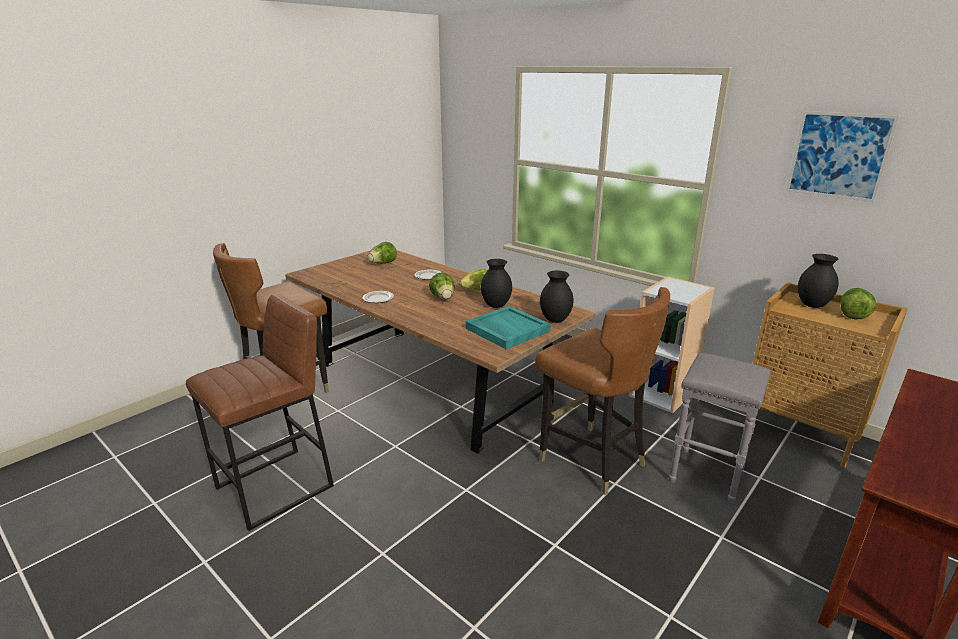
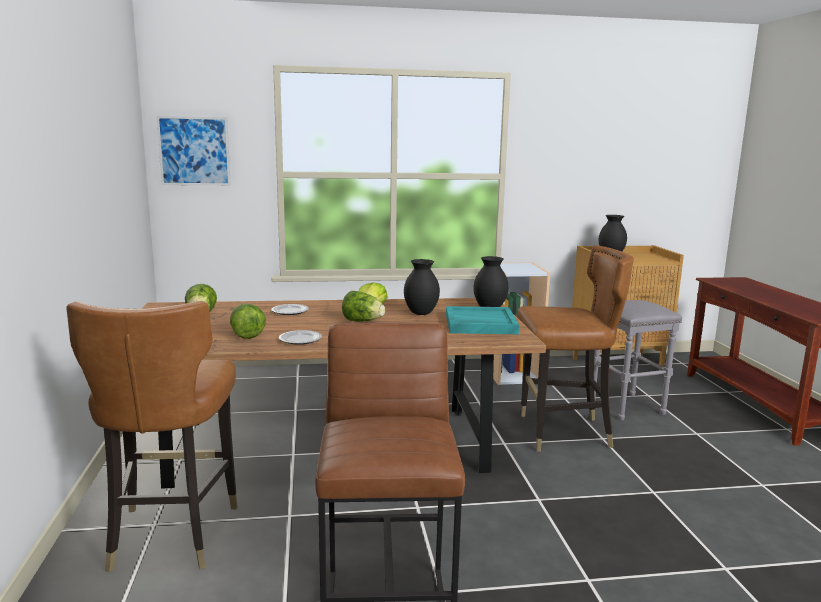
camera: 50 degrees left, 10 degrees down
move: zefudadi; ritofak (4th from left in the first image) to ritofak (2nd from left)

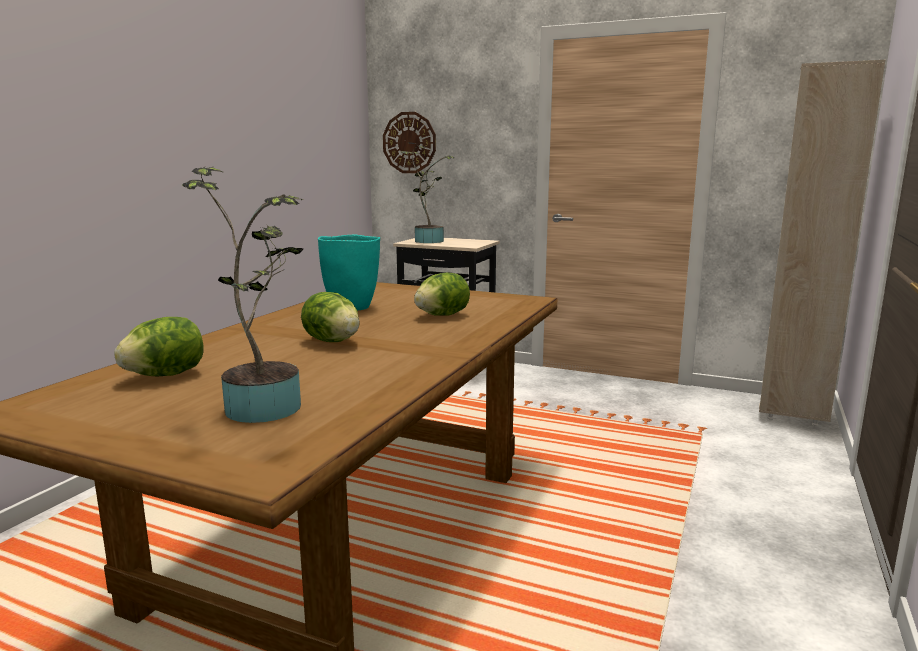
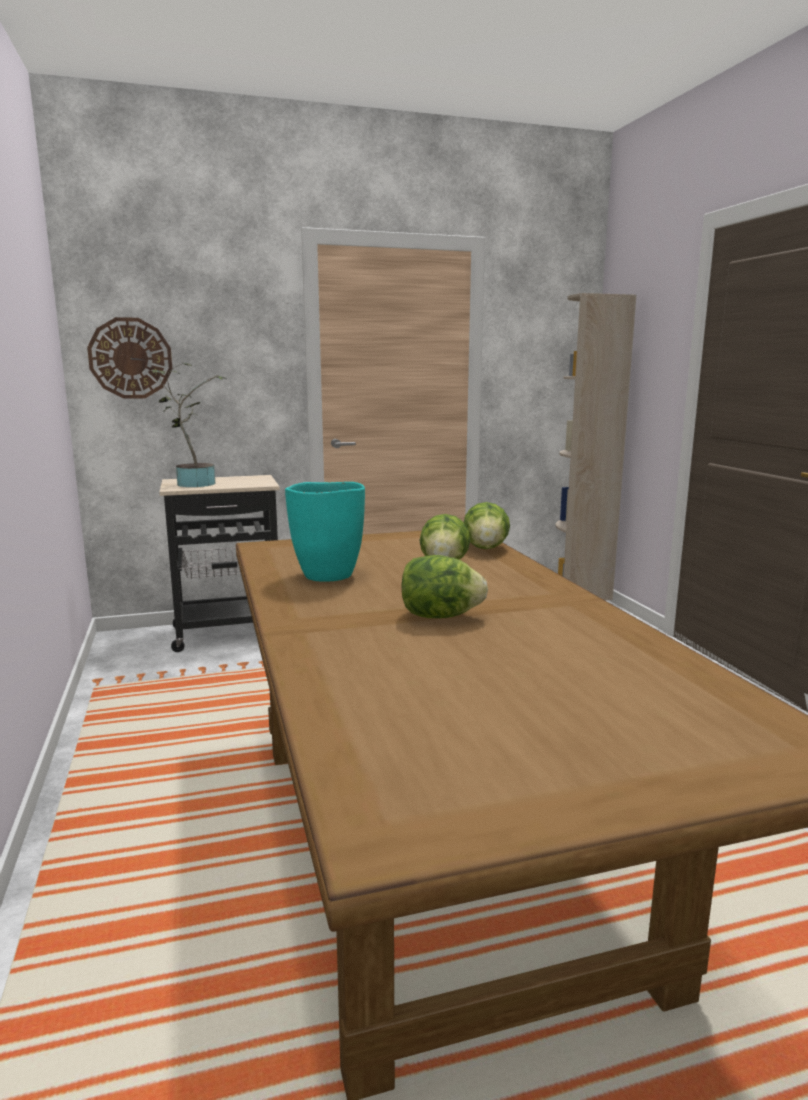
camera: 40 degrees left, 0 degrees up
delete: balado (1st from left)
move: ritofak (1st from left in the first image) to ritofak (3rd from left)

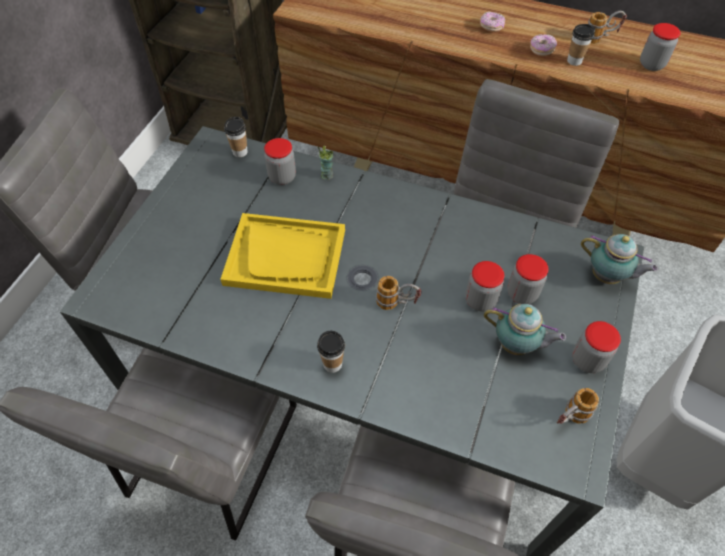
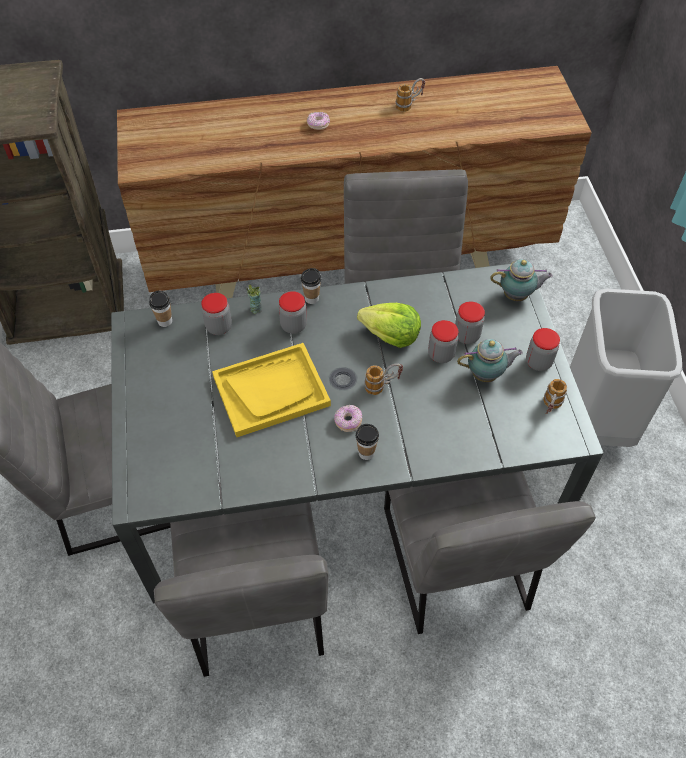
camera: 30 degrees left, 0 degrees up
insert: ritofak
move: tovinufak (5th from left in the first image) to tovinufak (2nd from left); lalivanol (4th from left in the first image) to lalivanol (3rd from left); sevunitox (2nd from left)

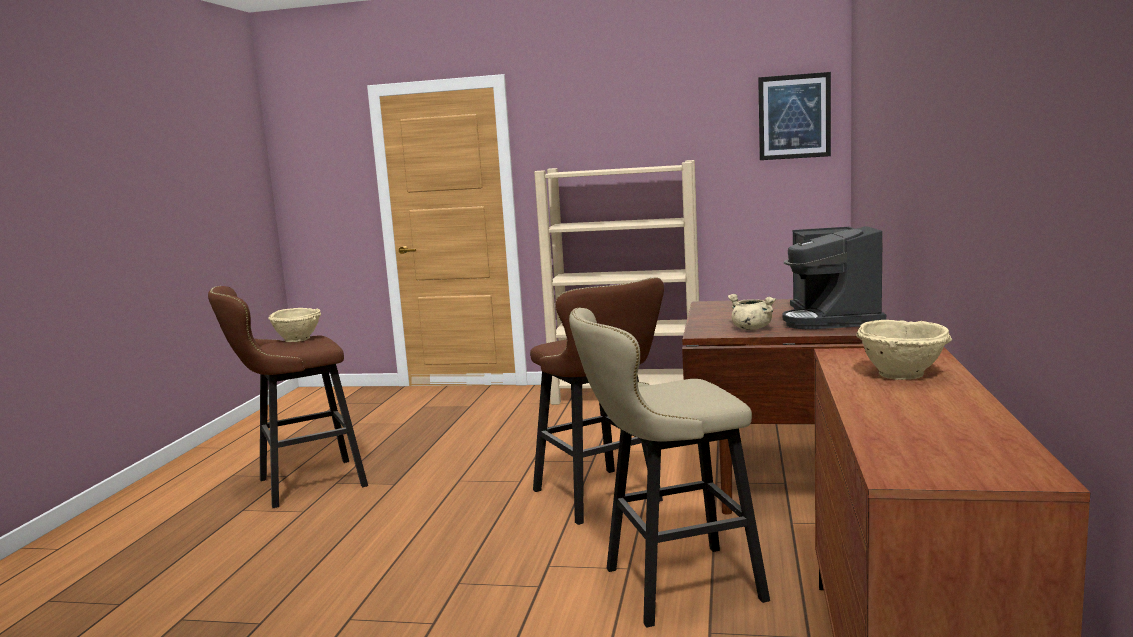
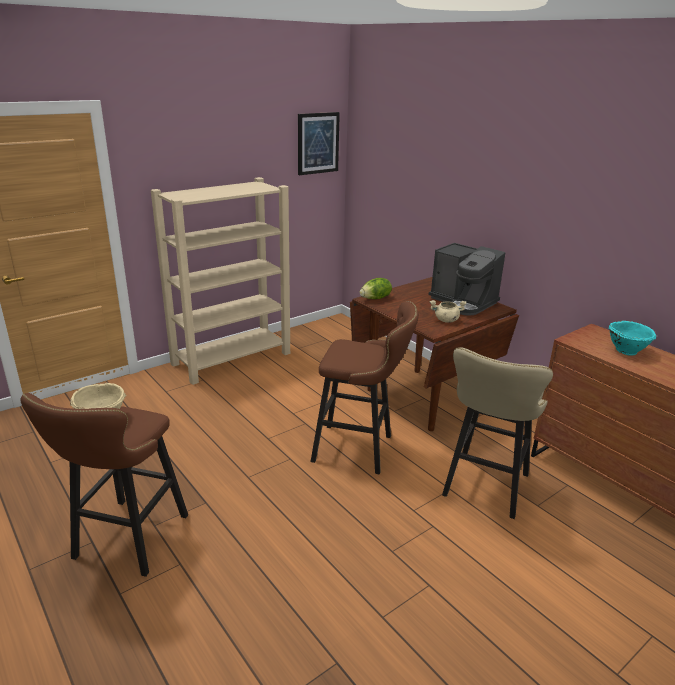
camera: 50 degrees left, 15 degrees up
insert: ritofak
recolor: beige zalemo (2nd from left) to turquoise zalemo

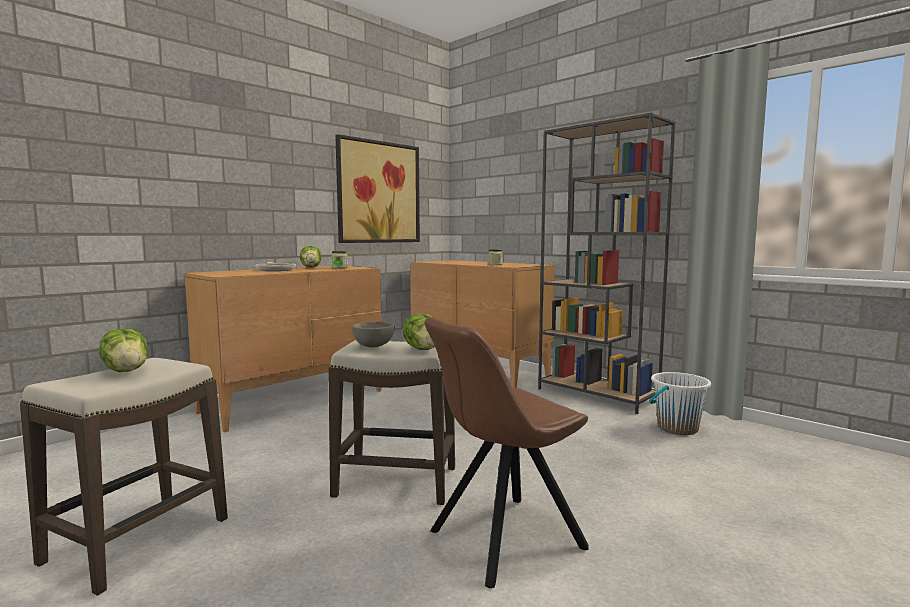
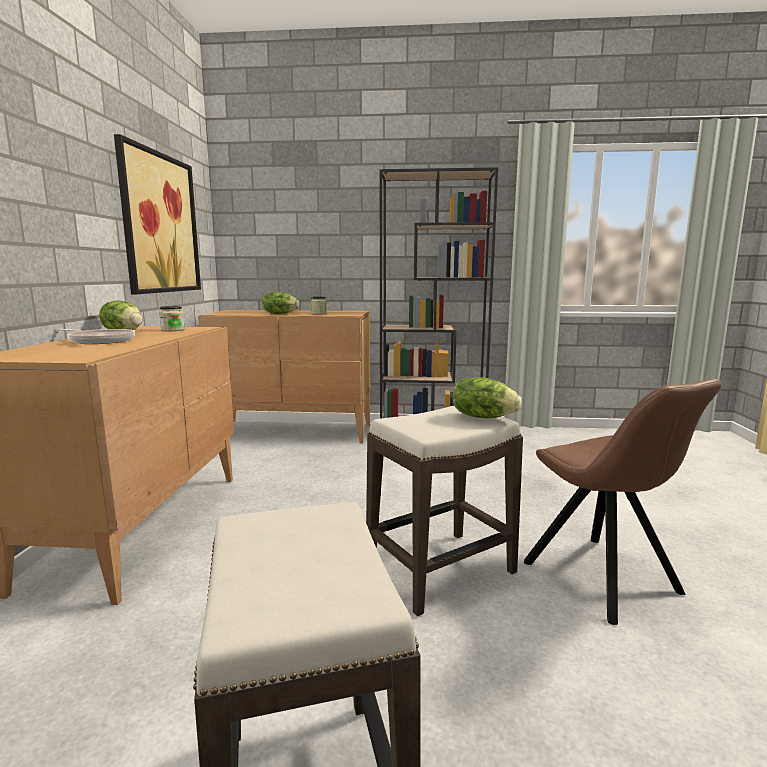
camera: 40 degrees left, 5 degrees up
delete: grey zalemo; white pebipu
move: ritofak (1st from left in the first image) to ritofak (2nd from left)
rotate: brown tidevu 45 degrees counterclockwise

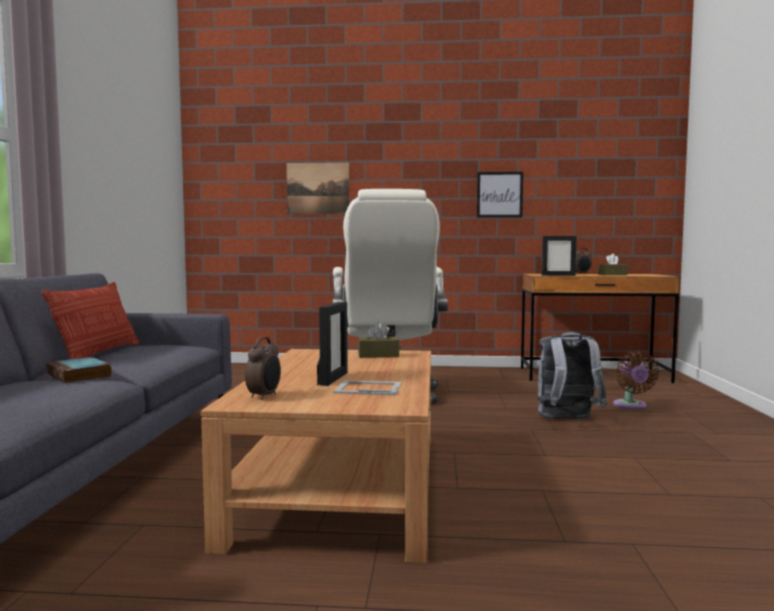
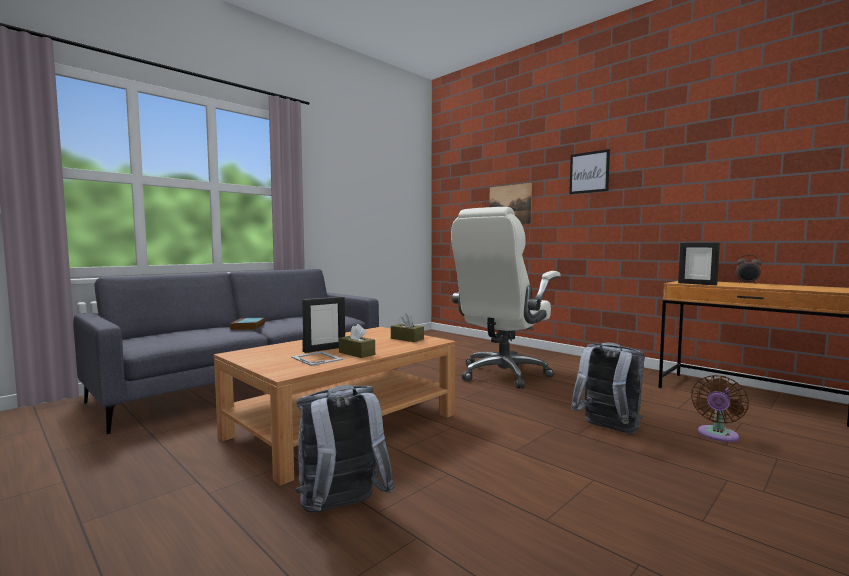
camera: 40 degrees right, 0 degrees up
delete: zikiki; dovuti (1st from left)
insert: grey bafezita (1st from left)
move: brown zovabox (2nd from left in the first image) to brown zovabox (1st from left); zefudadi (2nd from left)

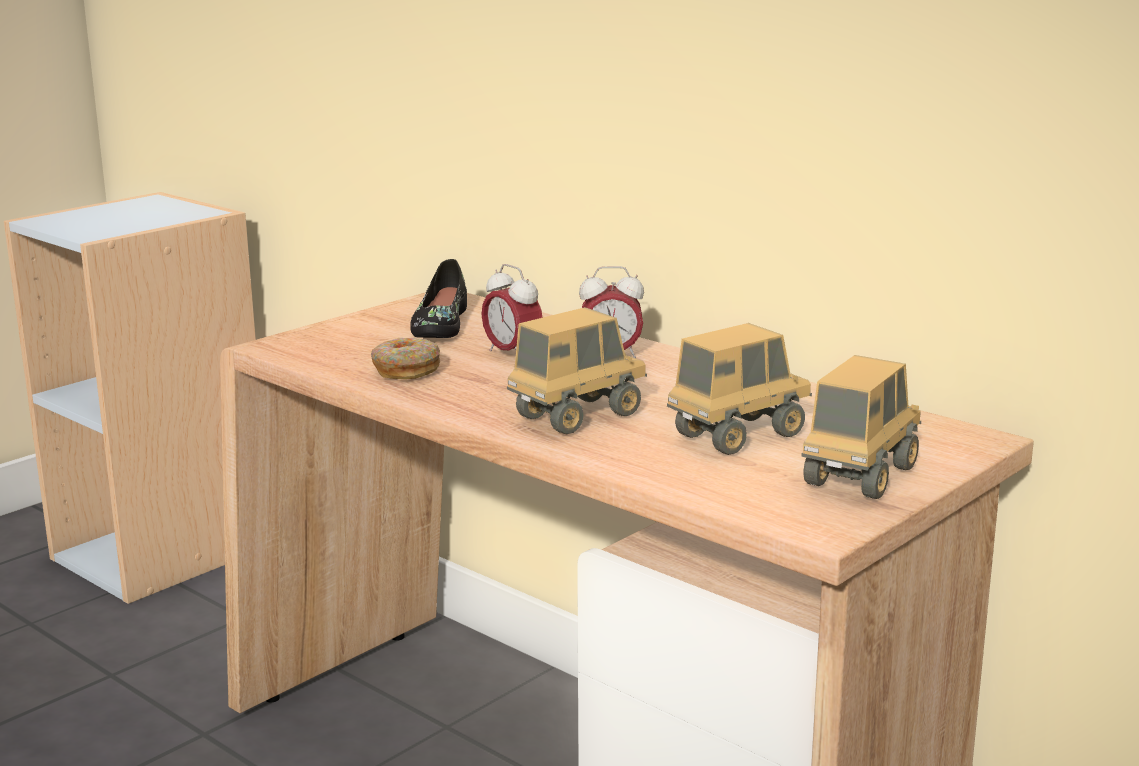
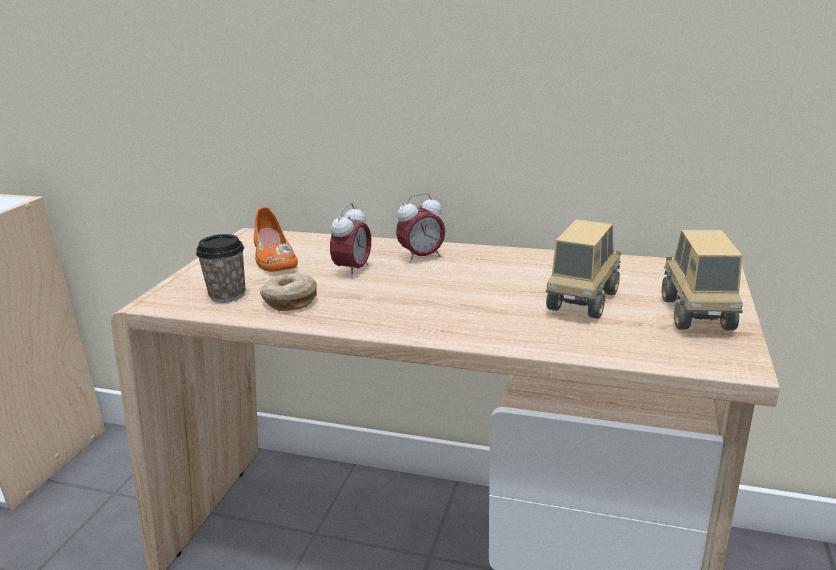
camera: 25 degrees left, 5 degrees up
delete: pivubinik (1st from left)
insert: lalivanol
recolor: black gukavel to orange gukavel
rotate: dovuti (1st from left) 90 degrees counterclockwise

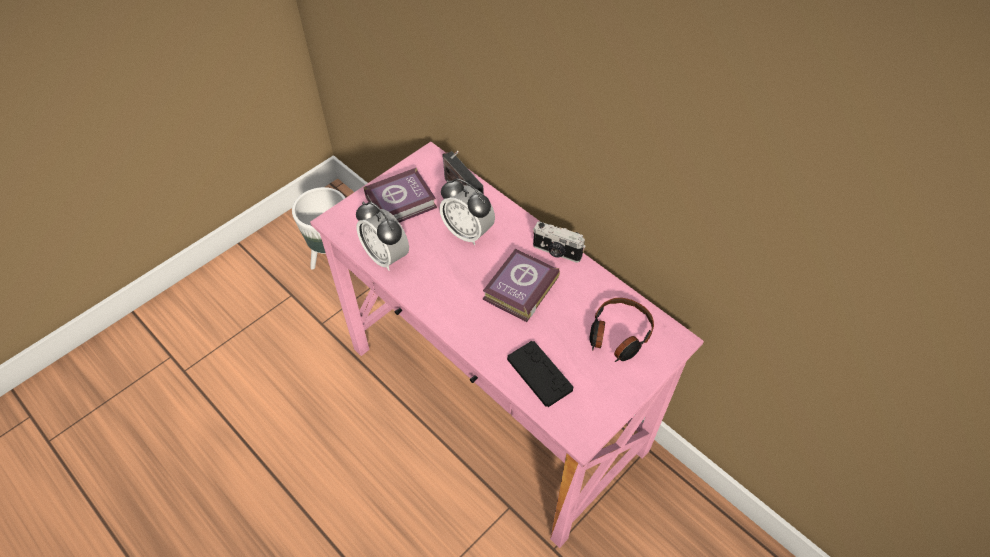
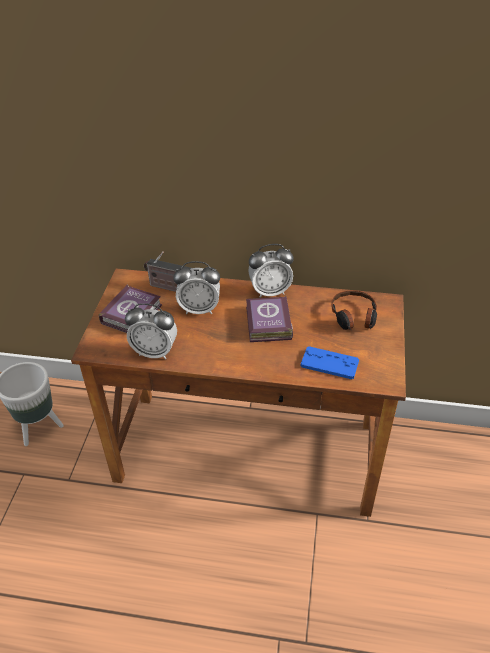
camera: 35 degrees left, 10 degrees down
replace: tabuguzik to dovuti (3rd from left)
recolor: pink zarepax to brown zarepax; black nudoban to blue nudoban

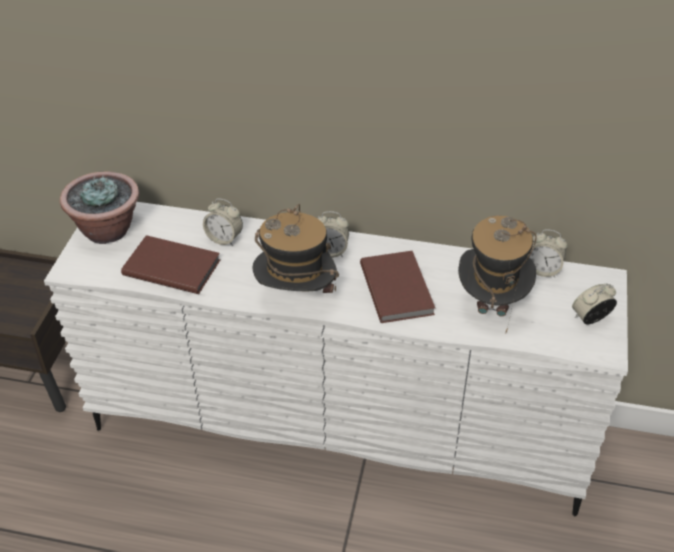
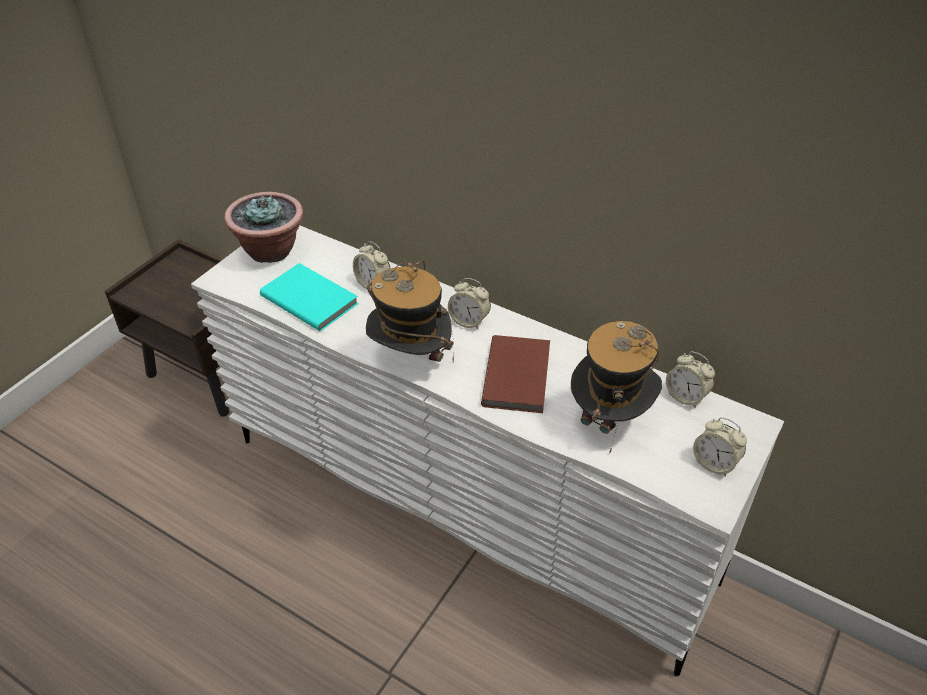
camera: 20 degrees right, 0 degrees up
recolor: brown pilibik (1st from left) to turquoise pilibik
rotate: dovuti (4th from left) 135 degrees counterclockwise

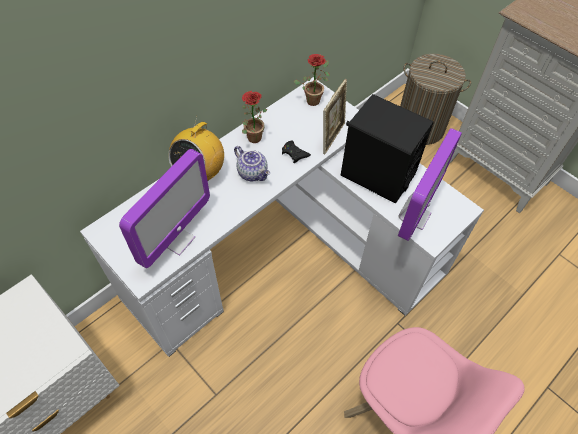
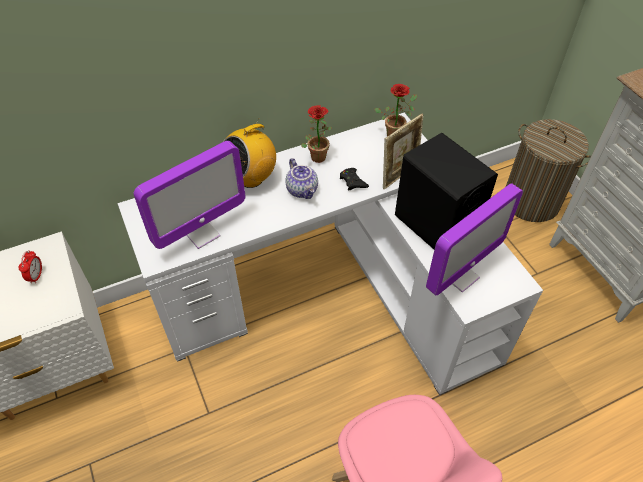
camera: 20 degrees right, 5 degrees down
insert: dovuti

